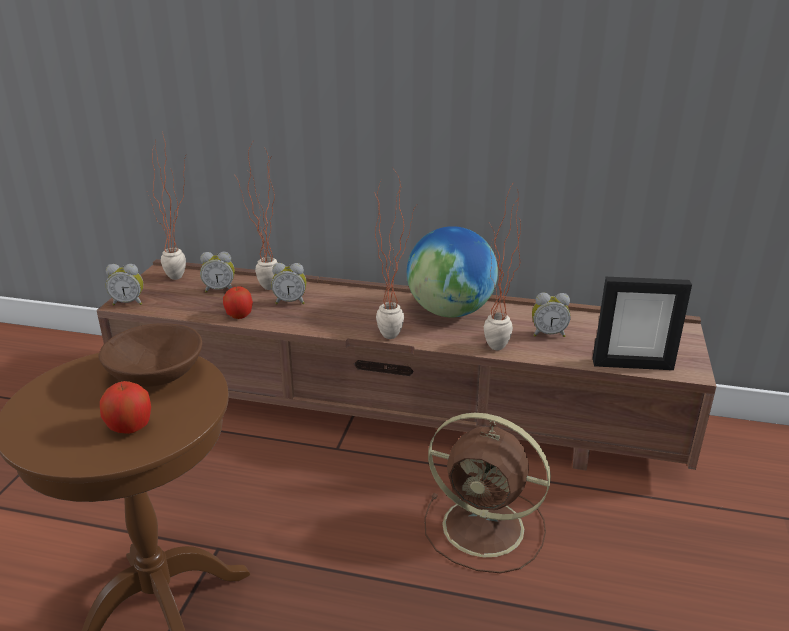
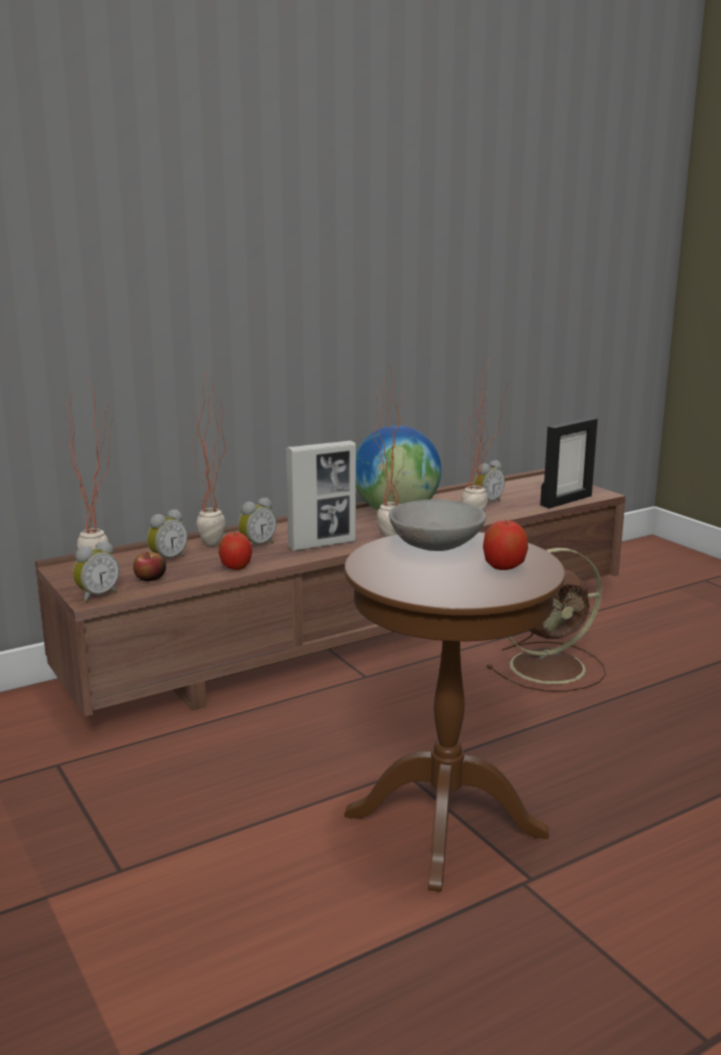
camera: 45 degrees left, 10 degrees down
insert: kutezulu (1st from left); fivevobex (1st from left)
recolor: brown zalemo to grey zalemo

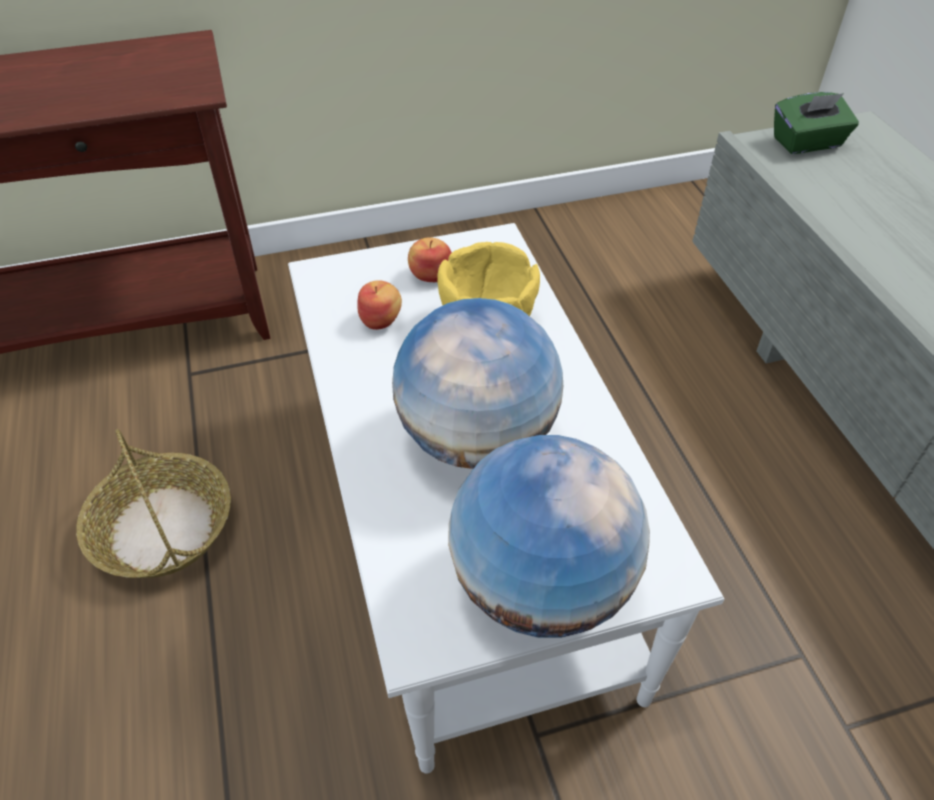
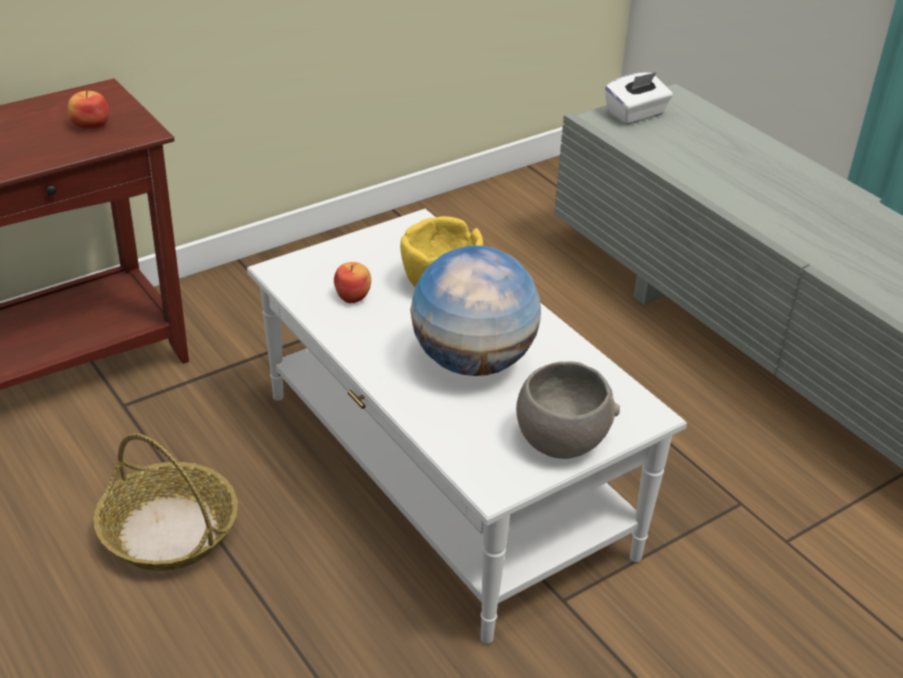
camera: 20 degrees left, 10 degrees down
move: kutezulu (2nd from left in the first image) to kutezulu (1st from left)
replace: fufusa (2nd from left) to grey zalemo
recolor: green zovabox to white zovabox

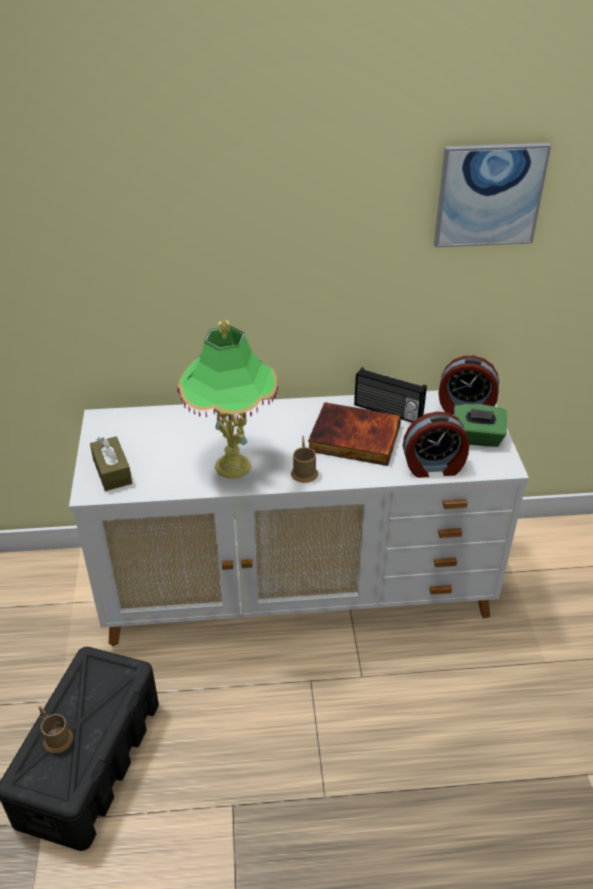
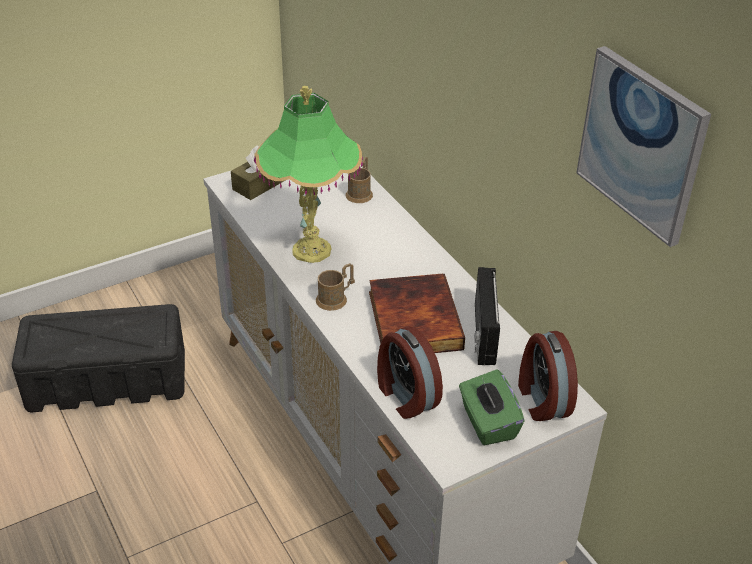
camera: 65 degrees right, 0 degrees up
move: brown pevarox (1st from left in the first image) to brown pevarox (2nd from left)

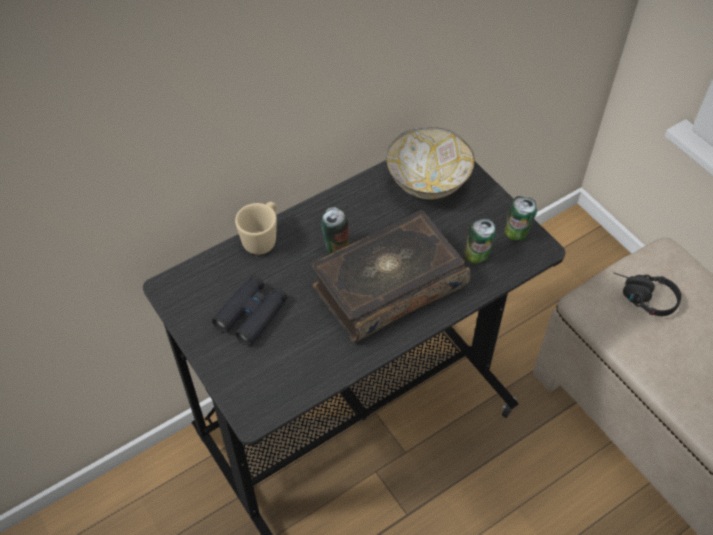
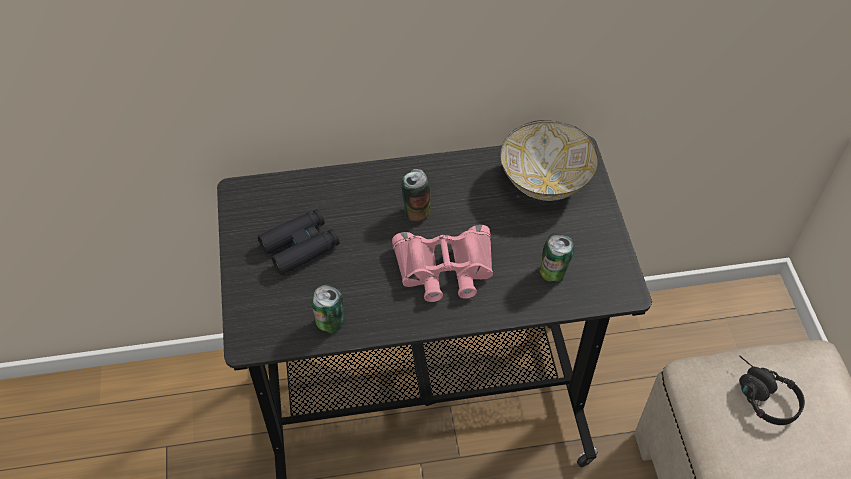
camera: 25 degrees right, 0 degrees up
delete: beige pevarox
move: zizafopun (3rd from left in the first image) to zizafopun (1st from left)
replace: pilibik to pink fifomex

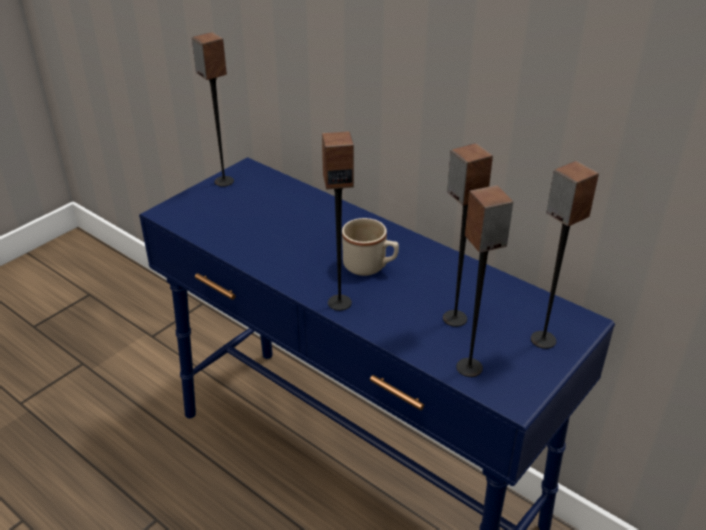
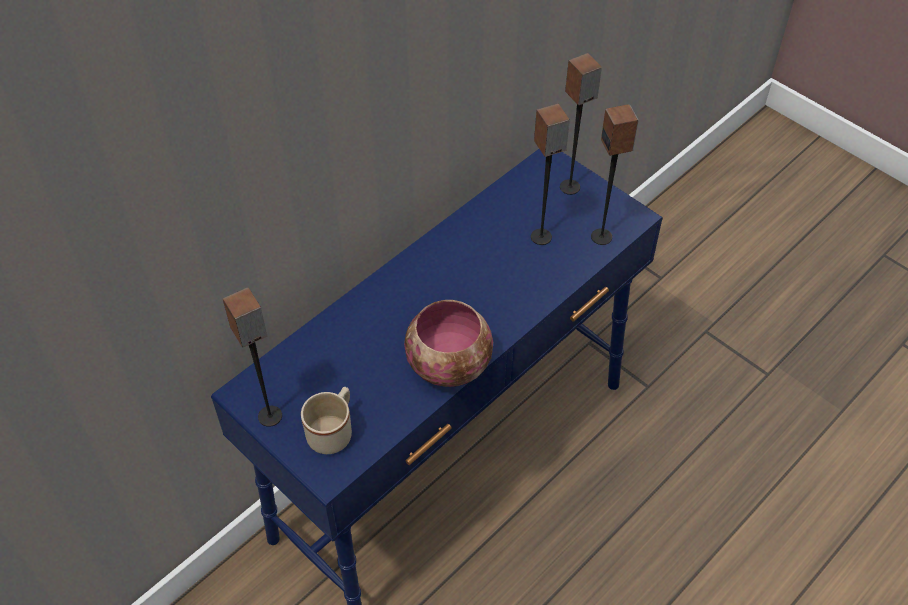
camera: 85 degrees left, 15 degrees up
delete: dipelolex (2nd from left)
insert: zalemo
move: beige pevarox

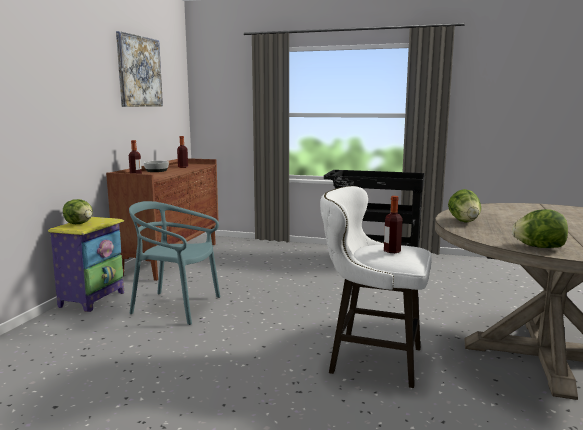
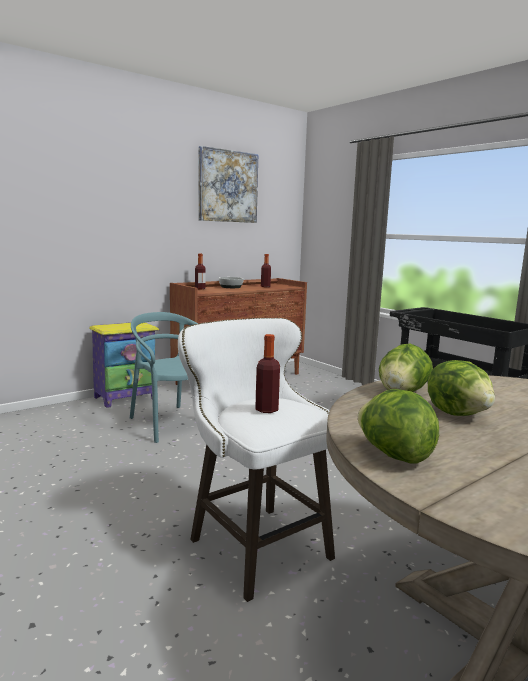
camera: 35 degrees right, 0 degrees up
move: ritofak (1st from left in the first image) to ritofak (3rd from left)

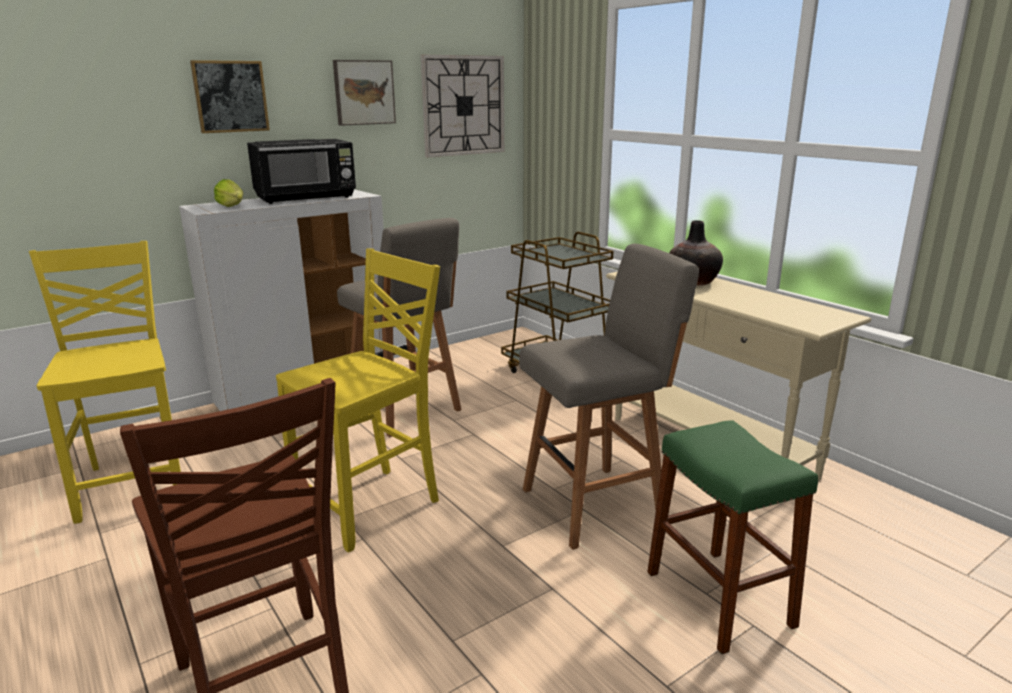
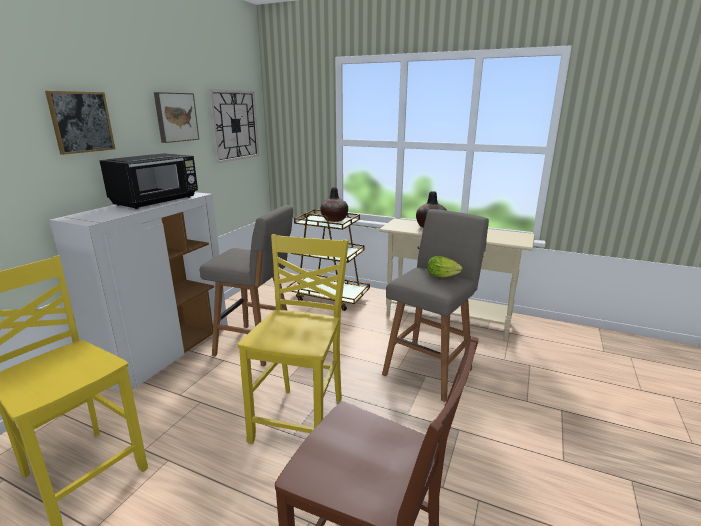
camera: 30 degrees left, 0 degrees up
delete: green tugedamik
insert: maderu (1st from left)
move: ritofak

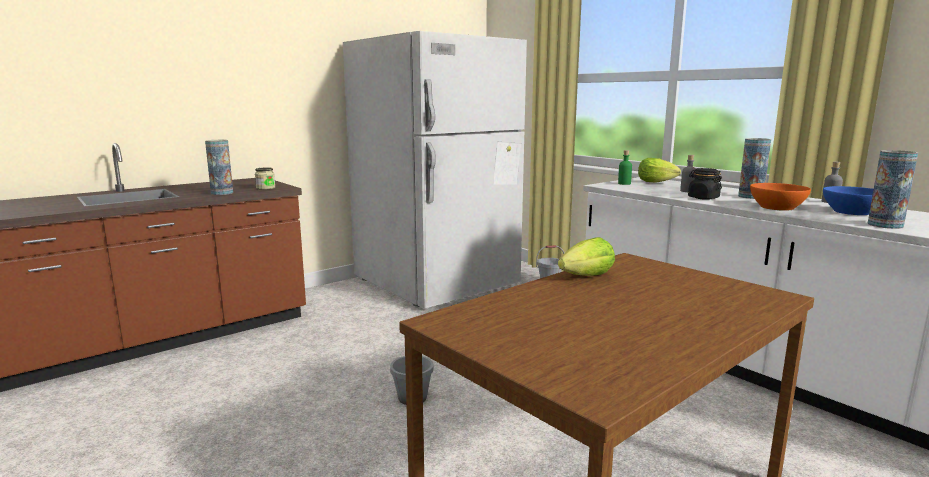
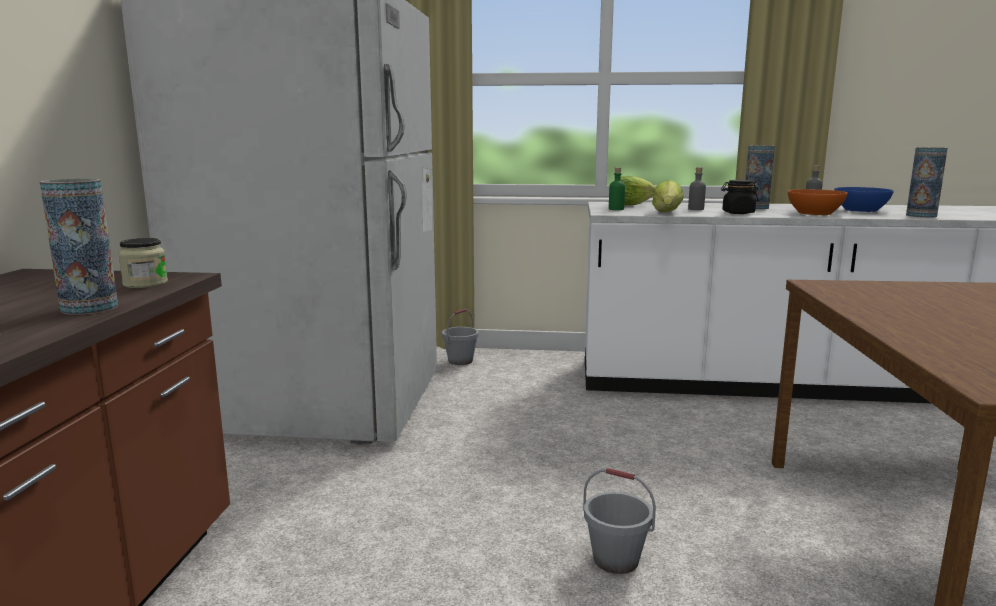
camera: 45 degrees left, 0 degrees up
move: ritofak (1st from left in the first image) to ritofak (2nd from left)

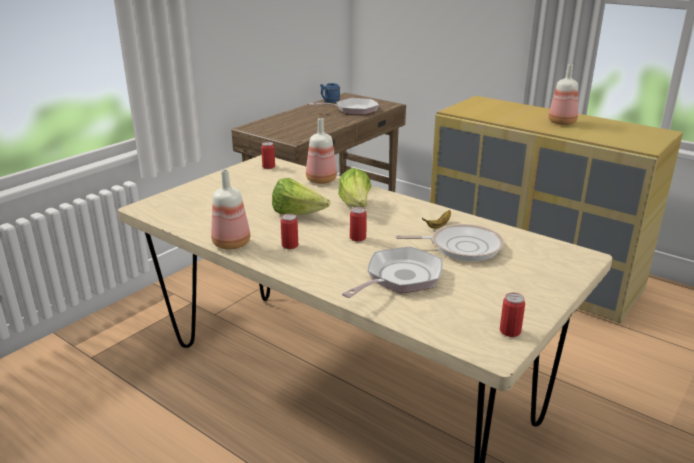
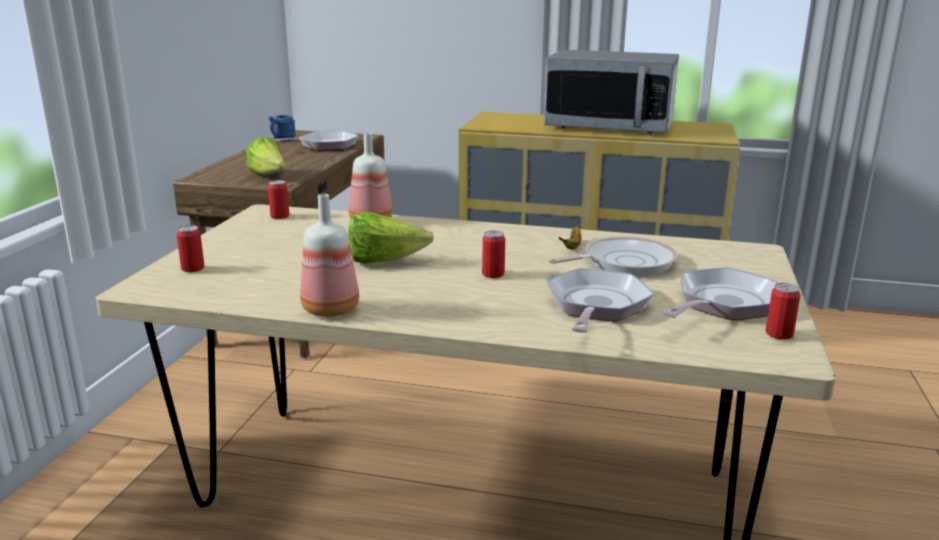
camera: 25 degrees left, 5 degrees down
insert: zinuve (4th from left)
move: zizafopun (2nd from left in the first image) to zizafopun (1st from left); ritofak (2nd from left in the first image) to ritofak (1st from left)
replace: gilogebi (3rd from left) to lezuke

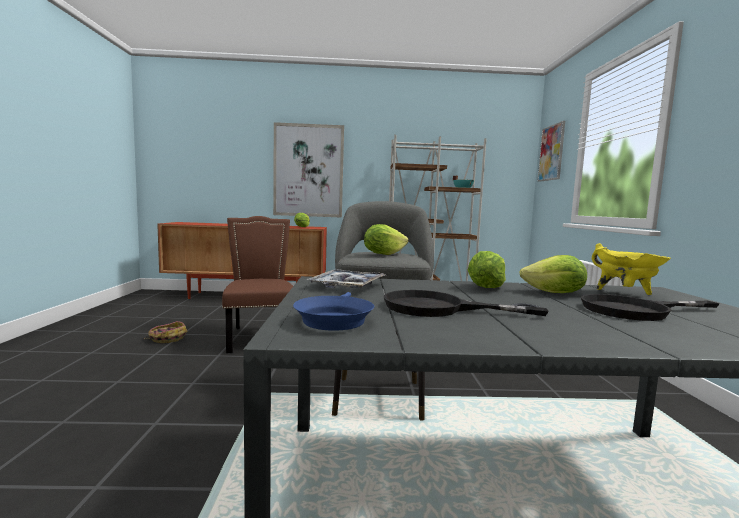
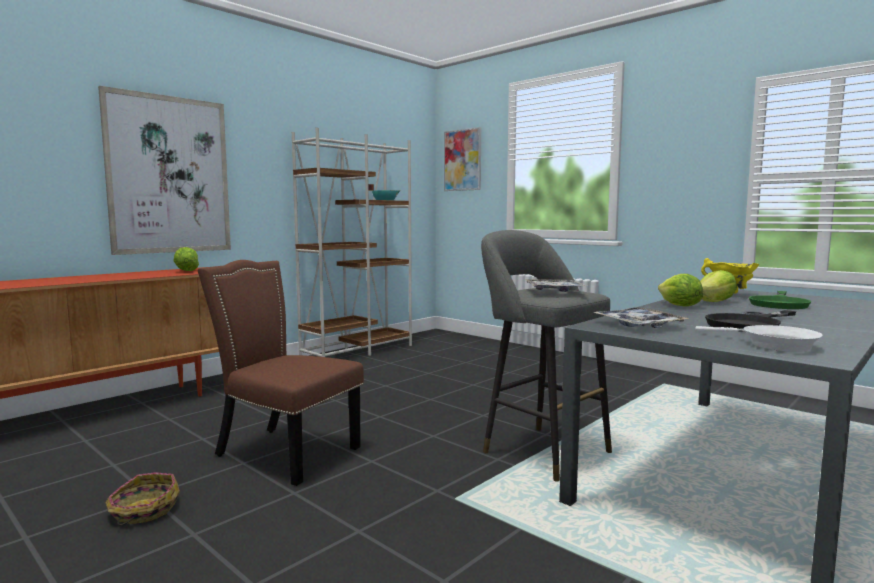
camera: 45 degrees left, 0 degrees up
replace: ritofak (2nd from left) to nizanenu (1st from left)
recolor: blue zinuve to white zinuve; black zinuve (2nd from left) to green zinuve

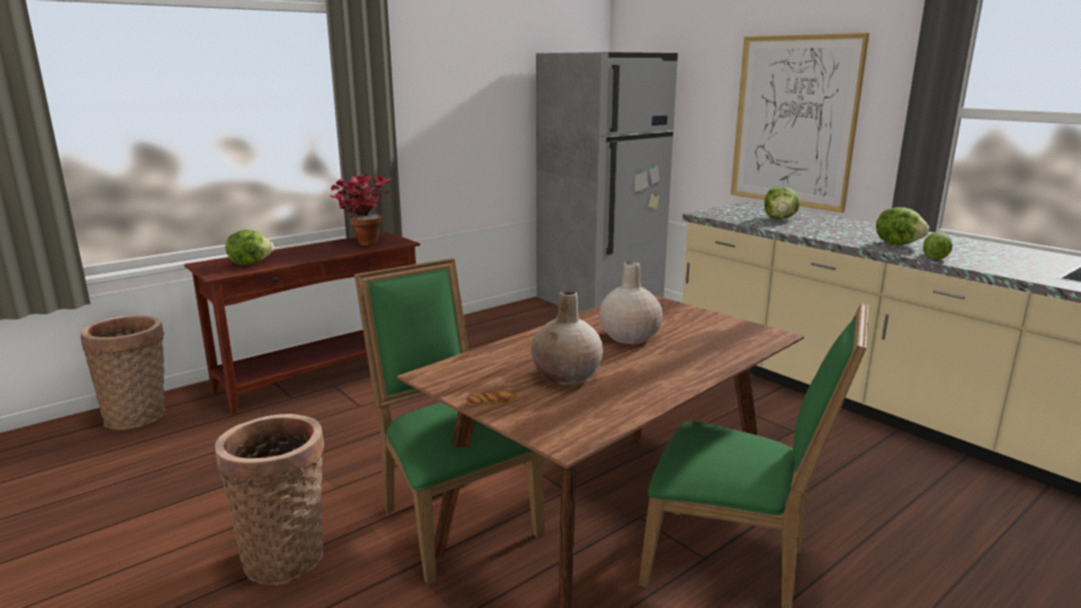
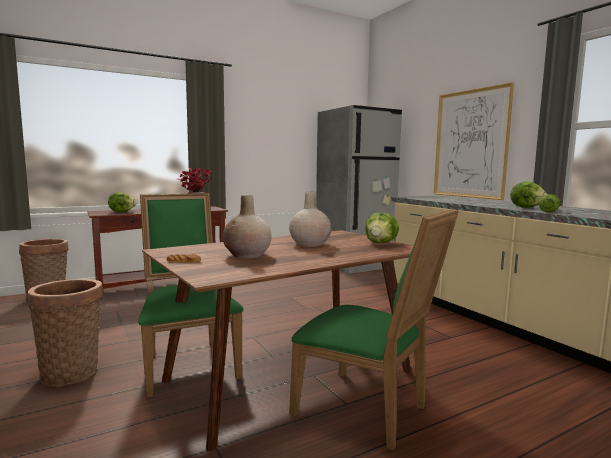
camera: 10 degrees right, 10 degrees down
move: ritofak (2nd from left)

